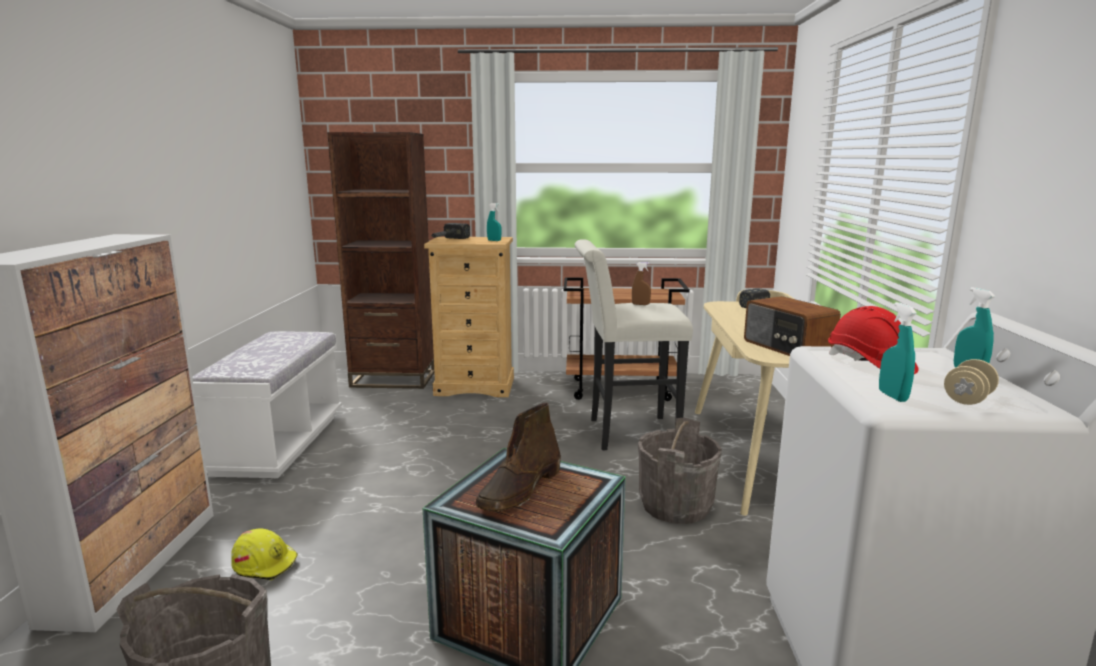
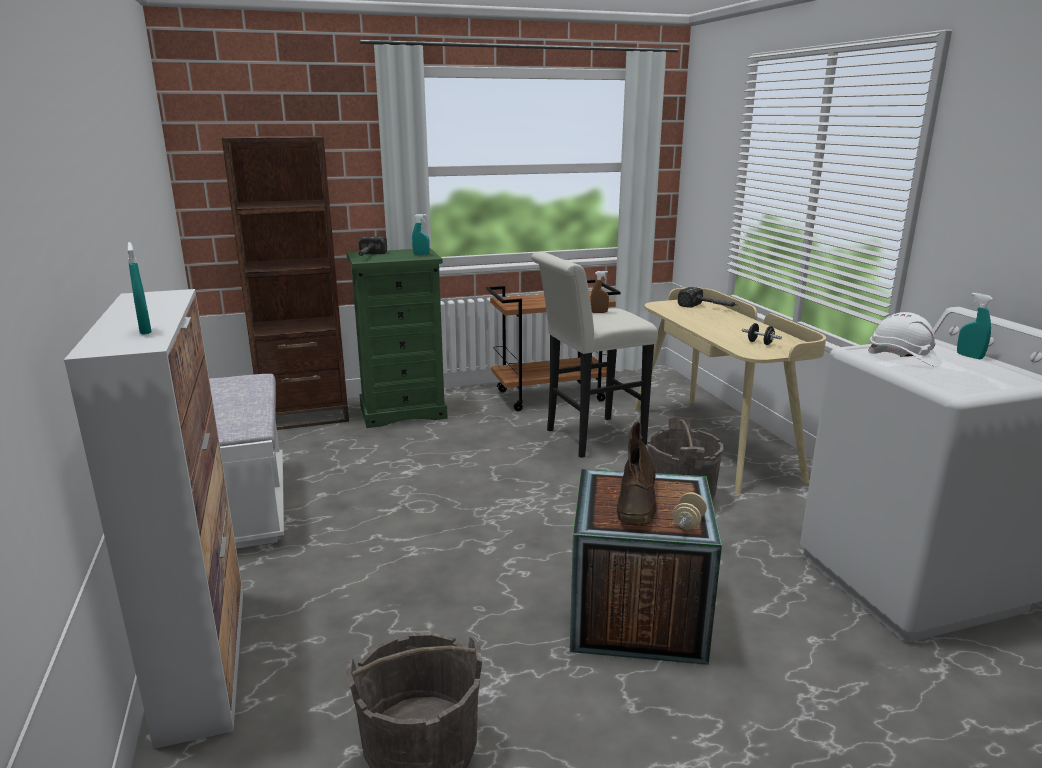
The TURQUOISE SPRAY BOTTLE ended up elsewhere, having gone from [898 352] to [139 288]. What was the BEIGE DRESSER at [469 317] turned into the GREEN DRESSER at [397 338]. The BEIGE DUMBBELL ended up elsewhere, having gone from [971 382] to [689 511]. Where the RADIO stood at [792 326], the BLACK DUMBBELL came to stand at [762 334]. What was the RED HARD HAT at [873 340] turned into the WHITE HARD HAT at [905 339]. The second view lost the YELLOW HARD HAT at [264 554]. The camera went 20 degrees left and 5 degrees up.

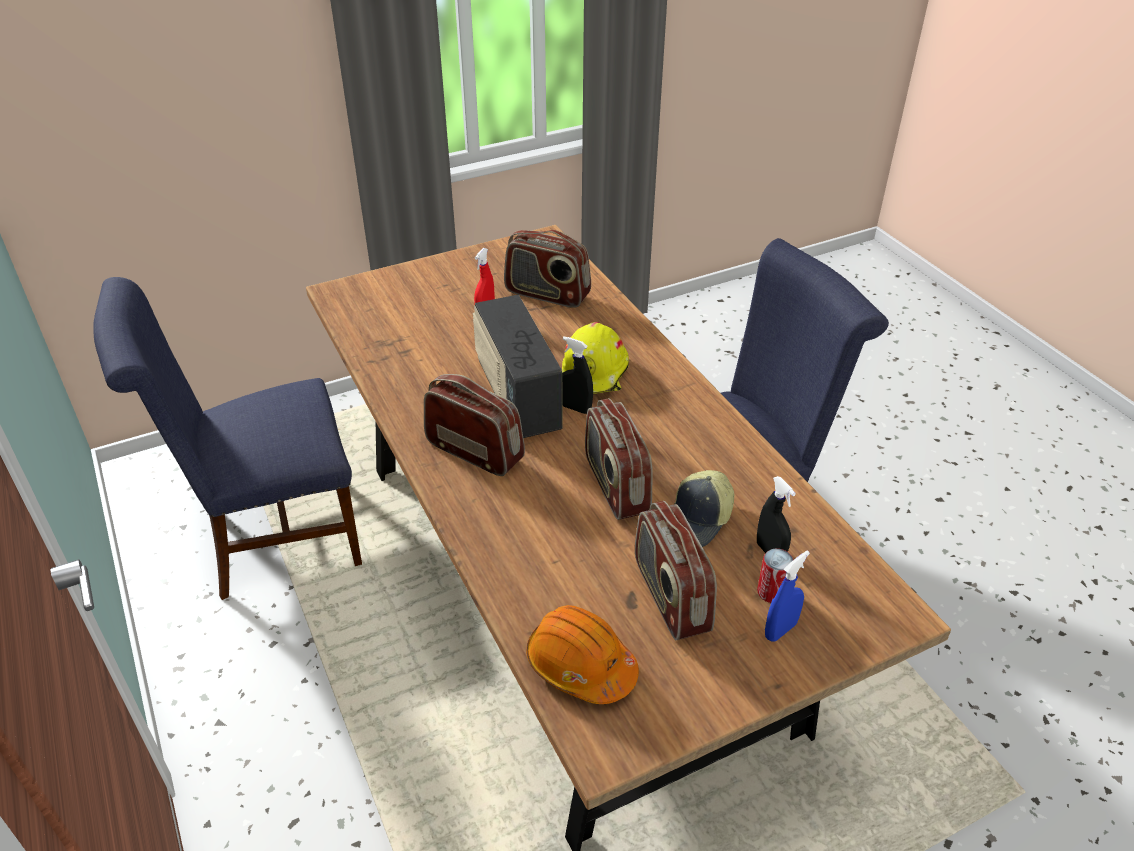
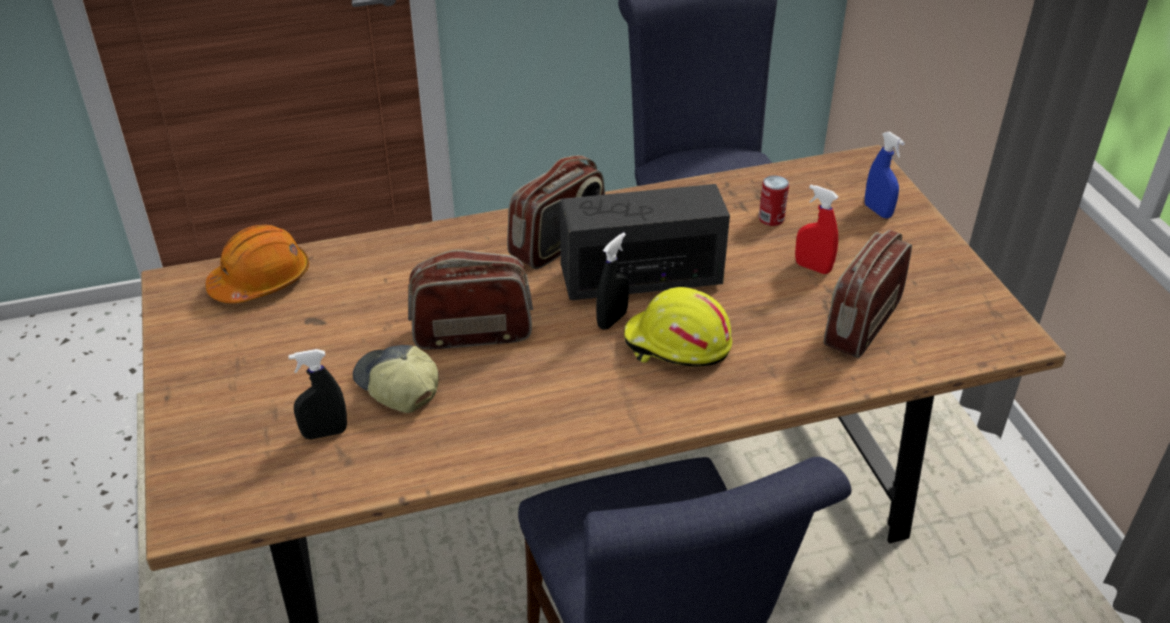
The CAN ended up elsewhere, having gone from [775 576] to [774 200]. The BLUE SPRAY BOTTLE ended up elsewhere, having gone from [787 596] to [885 174]. The second view lost the RADIO at [676 570]. The camera went 100 degrees right and 0 degrees up.

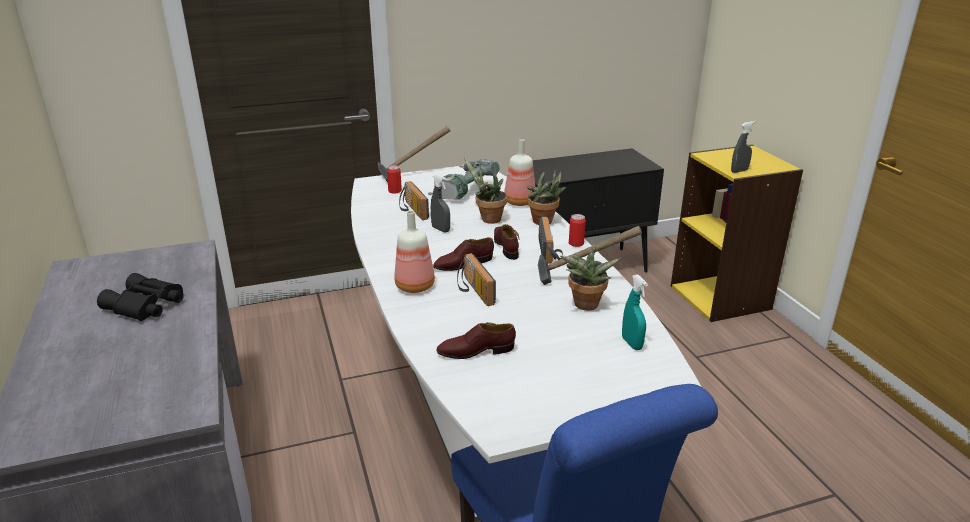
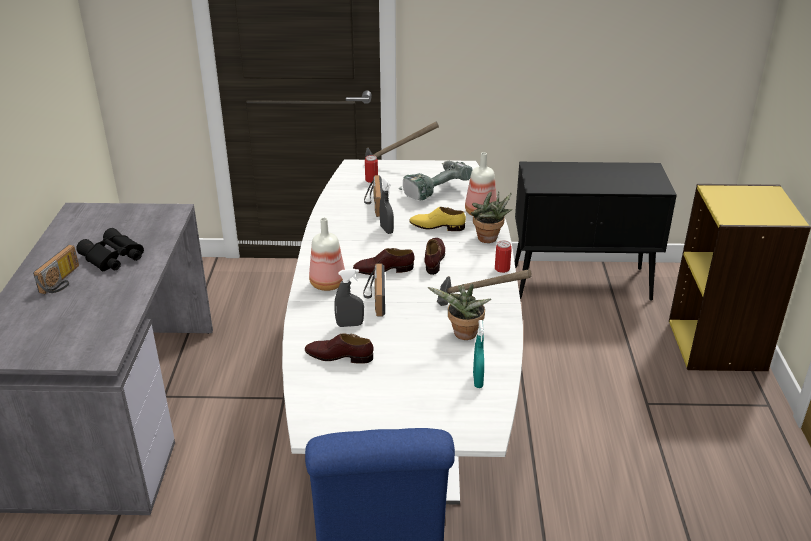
The RADIO ended up elsewhere, having gone from [551 240] to [56 269]. The GREY SPRAY BOTTLE ended up elsewhere, having gone from [743 147] to [349 298]. Where the POTTED PLANT stood at [485 190], the YELLOW SHOE came to stand at [437 219]. The camera went 20 degrees right and 5 degrees up.

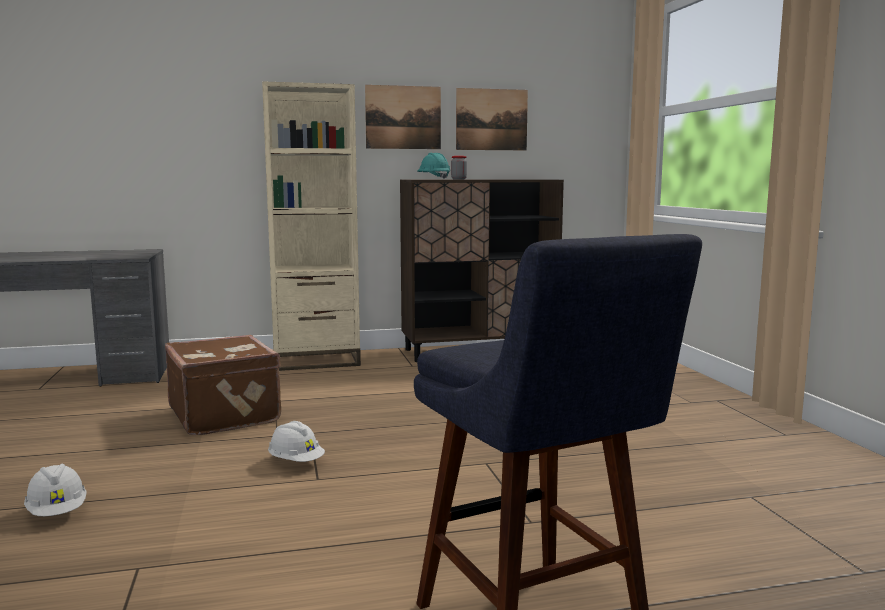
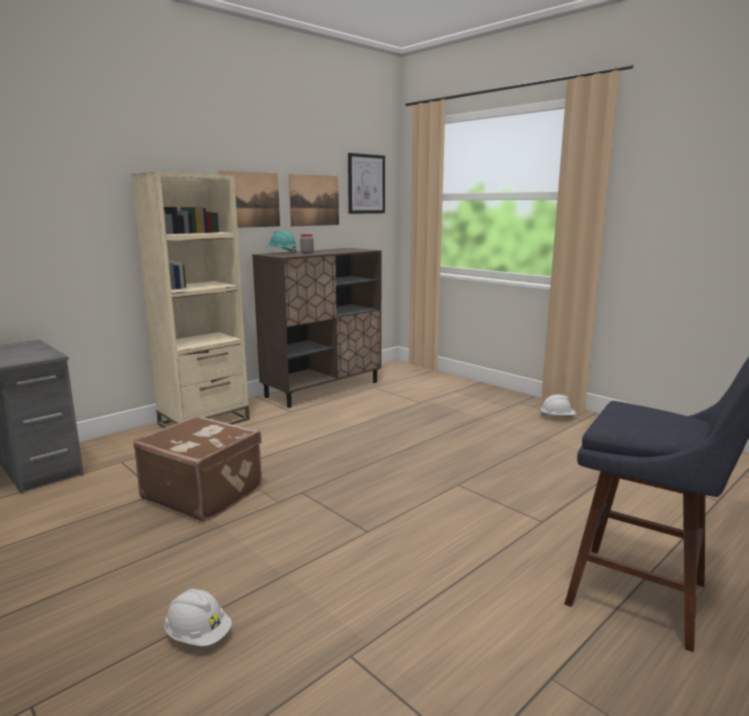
The second view gained the PICTURE at [366 183]. The WHITE HARD HAT ended up elsewhere, having gone from [296 441] to [558 406]. The camera went 30 degrees left and 5 degrees up.

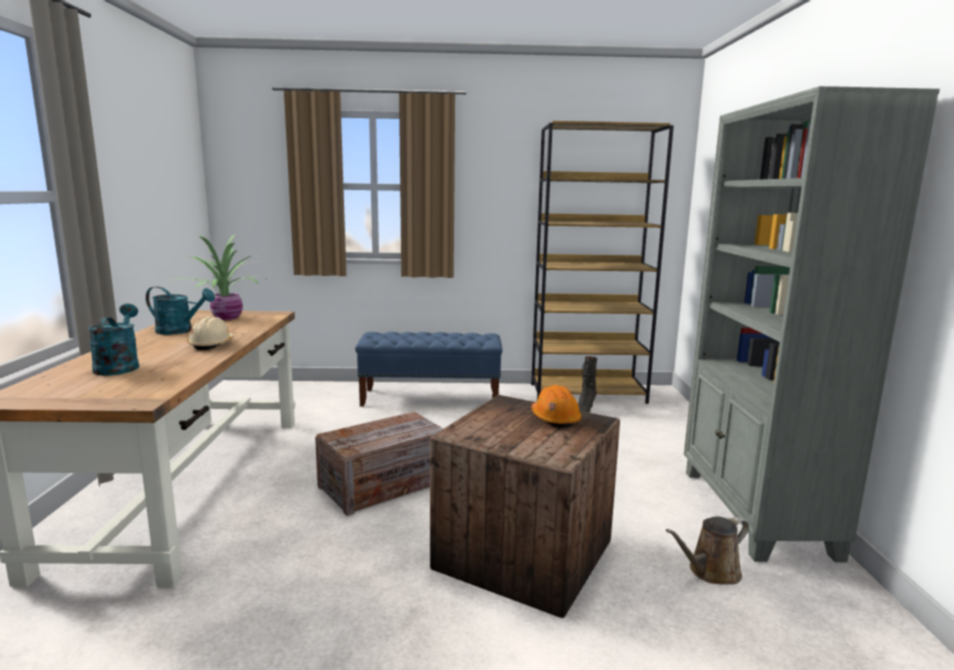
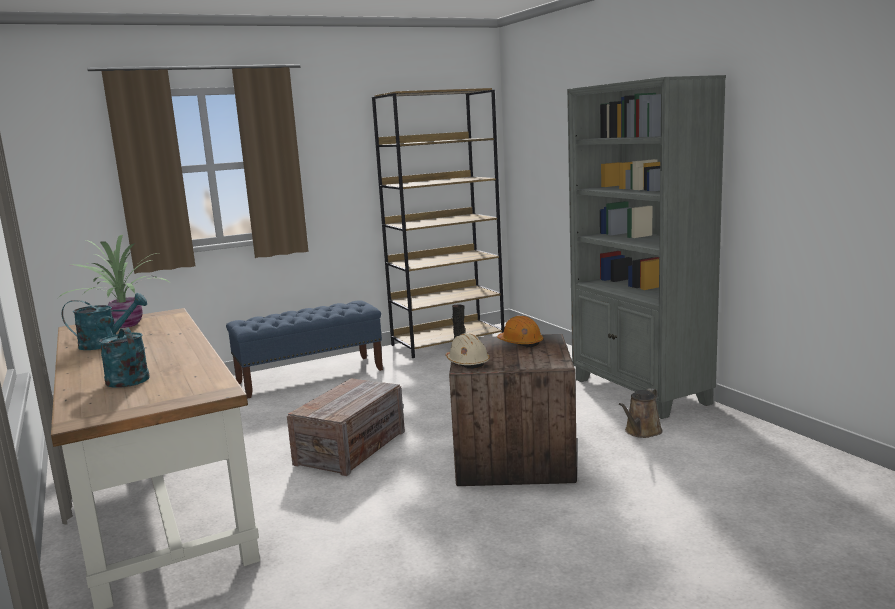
The BEIGE HARD HAT ended up elsewhere, having gone from [210 333] to [467 351]. The camera went 25 degrees left and 0 degrees up.

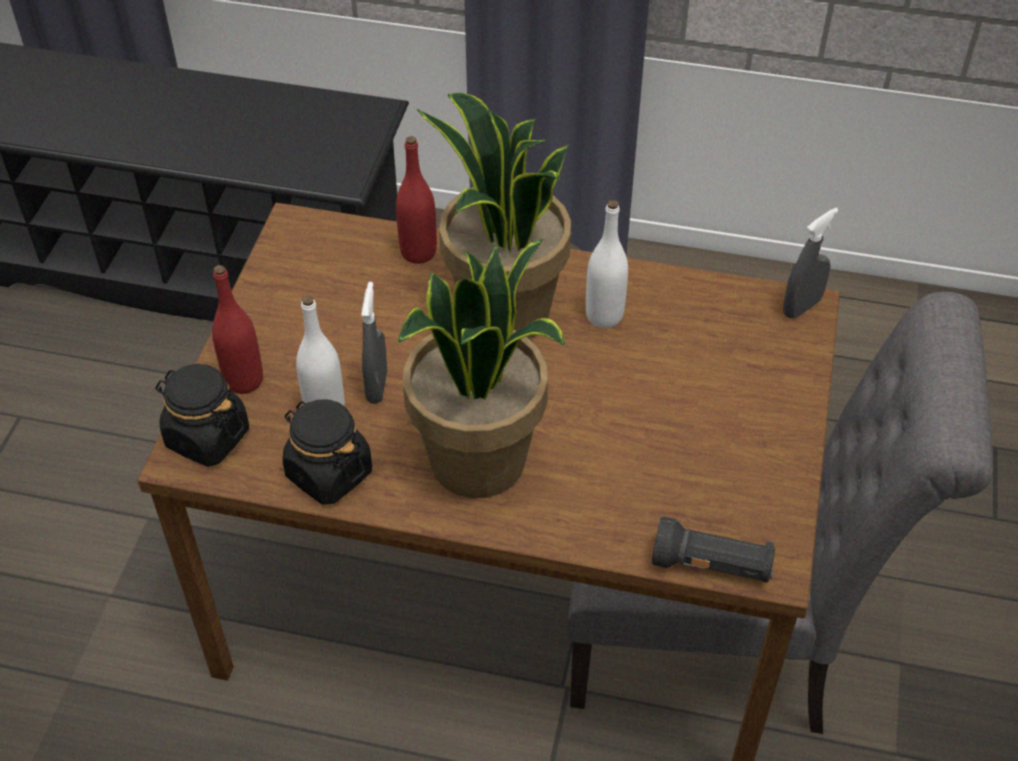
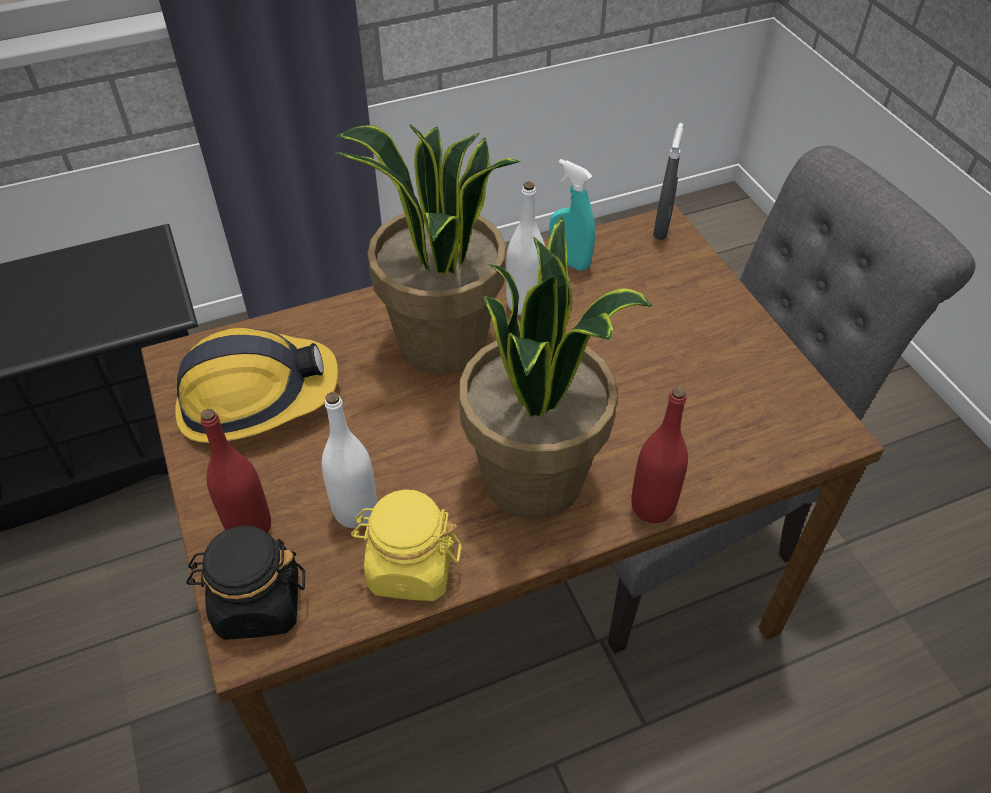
The second view gained the HARD HAT at [256 385]. What was the BLACK JAR at [327 452] turned into the YELLOW JAR at [406 545]. The second view gained the TURQUOISE SPRAY BOTTLE at [572 215]. The RED BOTTLE ended up elsewhere, having gone from [416 200] to [659 455]. The second view lost the GREY SPRAY BOTTLE at [374 343]. The second view lost the BLACK FLASHLIGHT at [713 550]. The camera went 35 degrees left and 0 degrees up.

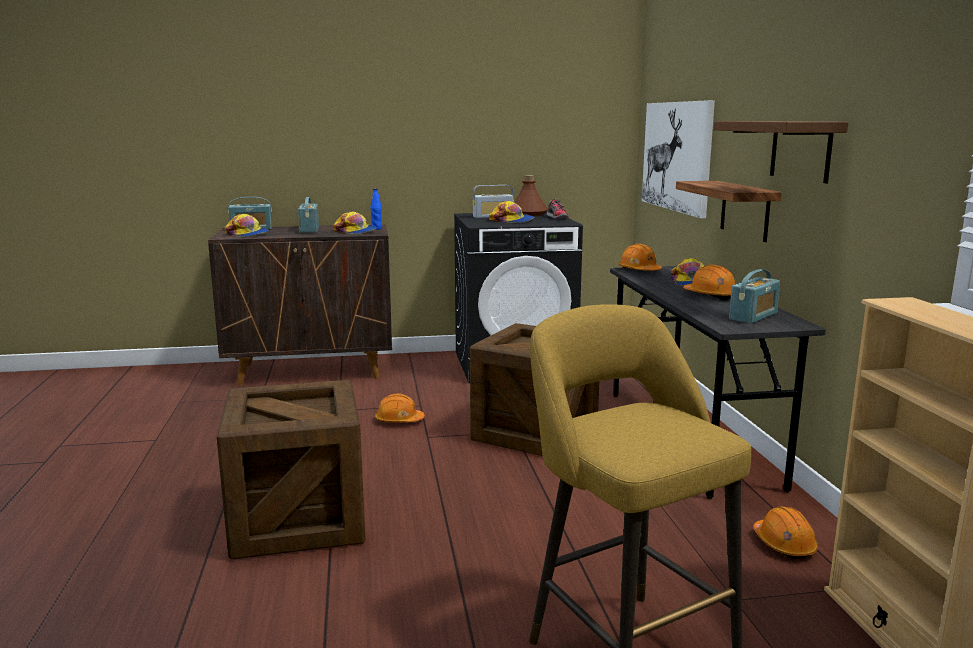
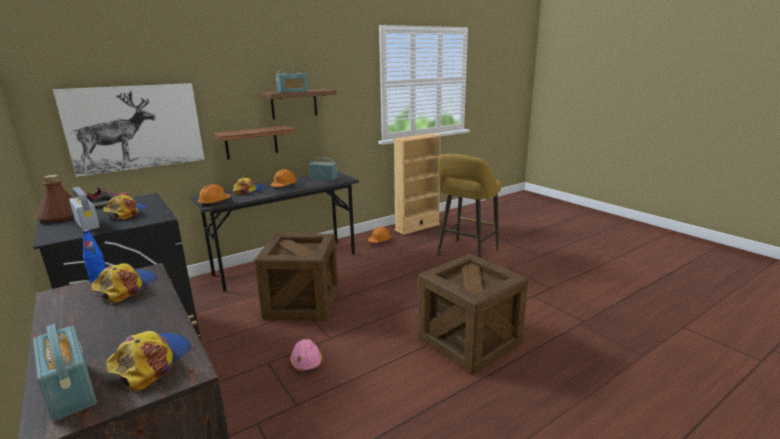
The RADIO ended up elsewhere, having gone from [308 215] to [292 80]. What was the ORANGE HARD HAT at [400 408] turned into the PINK HARD HAT at [306 355]. The camera went 115 degrees left and 5 degrees up.

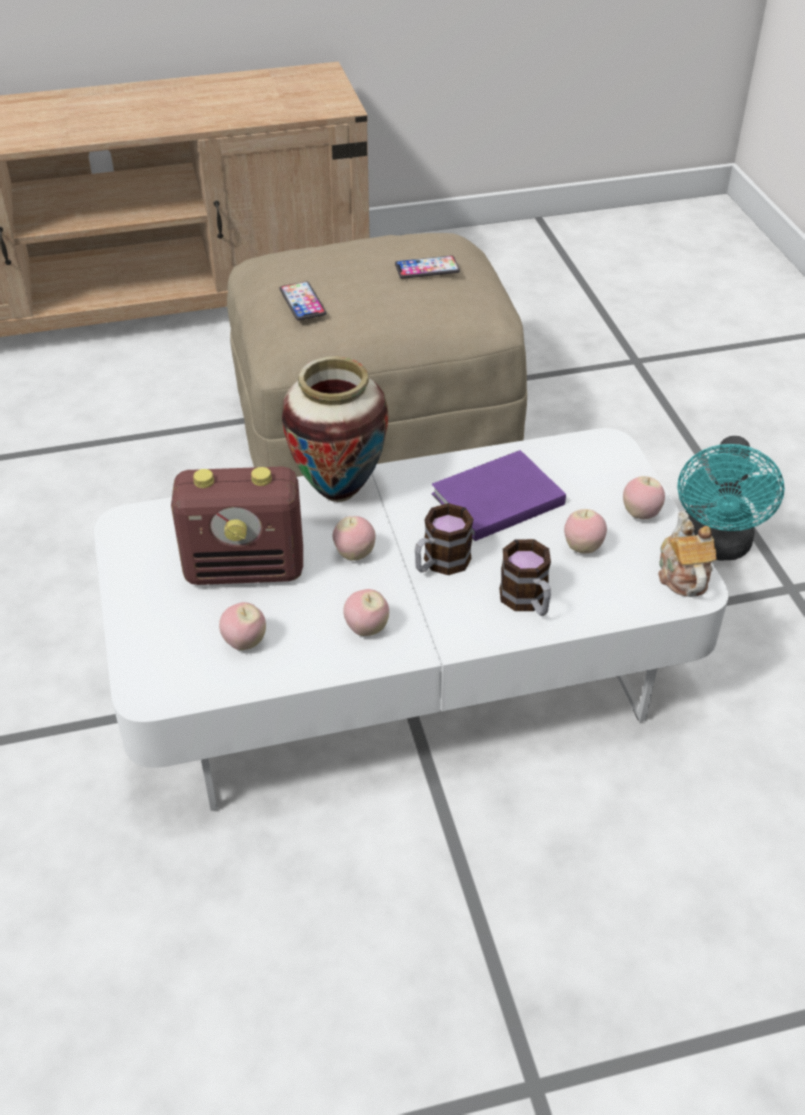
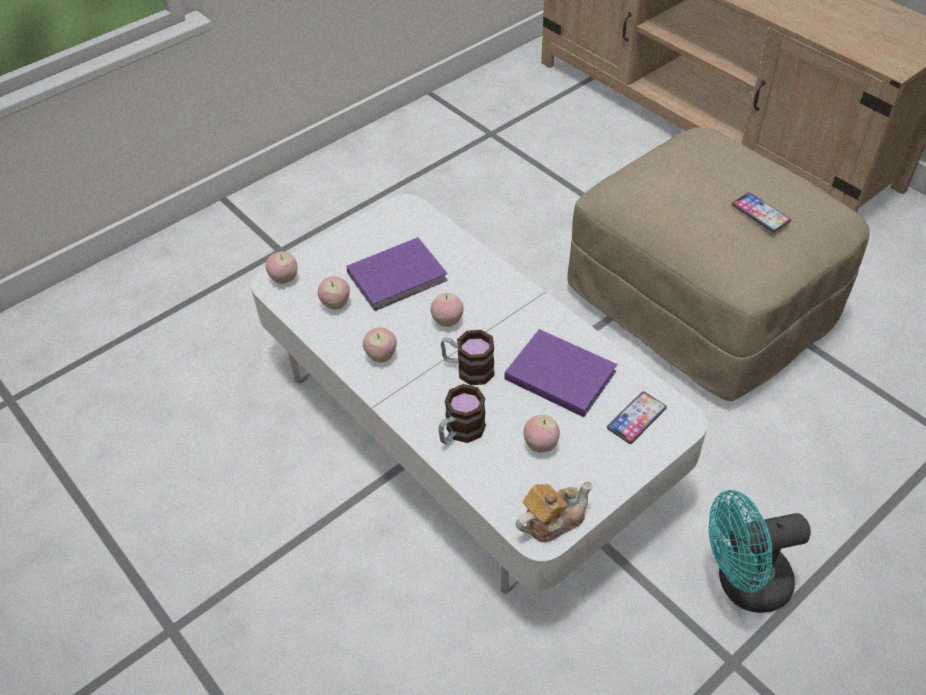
The APPLE ended up elsewhere, having gone from [644 497] to [282 267]. Where the RADIO stood at [237 525], the PURPLE BOOK came to stand at [397 274]. The PHONE ended up elsewhere, having gone from [302 301] to [637 418]. The second view lost the VASE at [335 429]. The camera went 65 degrees right and 5 degrees up.

